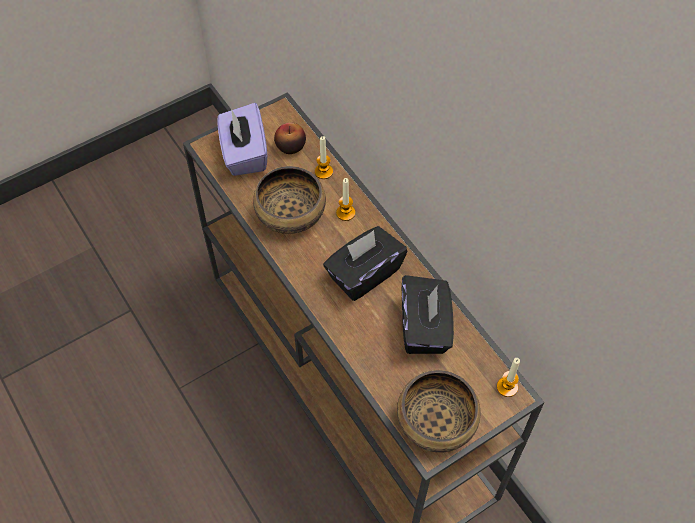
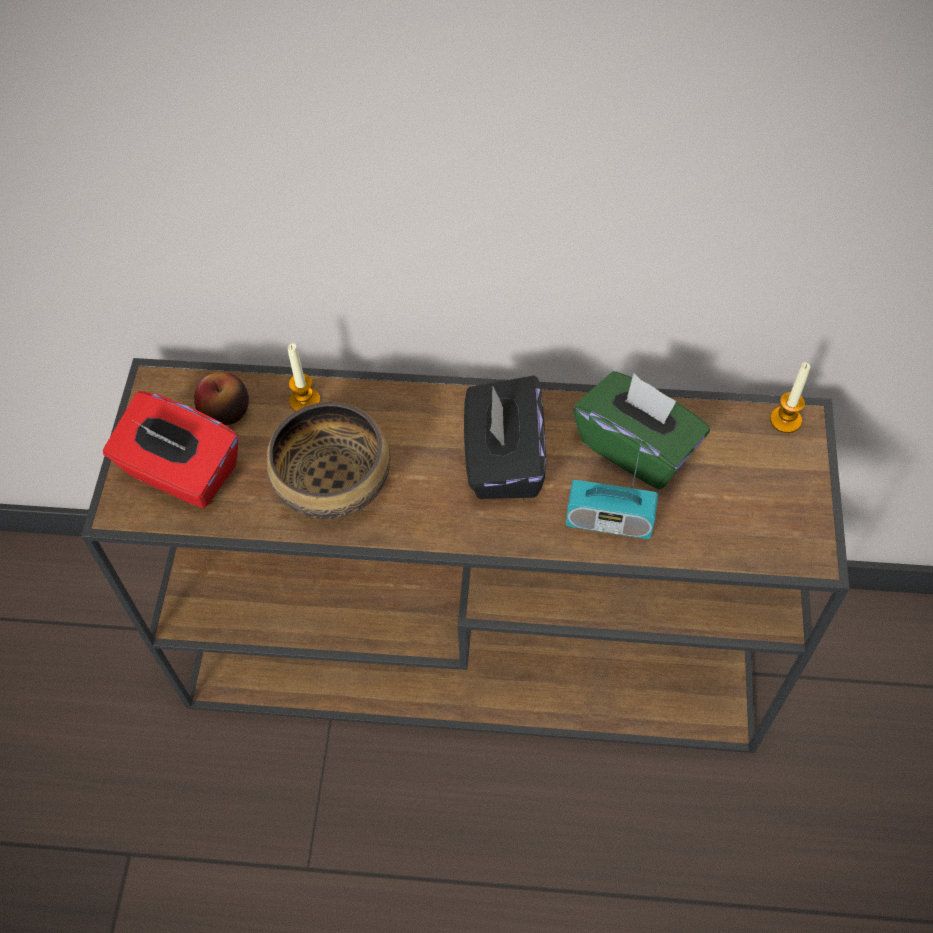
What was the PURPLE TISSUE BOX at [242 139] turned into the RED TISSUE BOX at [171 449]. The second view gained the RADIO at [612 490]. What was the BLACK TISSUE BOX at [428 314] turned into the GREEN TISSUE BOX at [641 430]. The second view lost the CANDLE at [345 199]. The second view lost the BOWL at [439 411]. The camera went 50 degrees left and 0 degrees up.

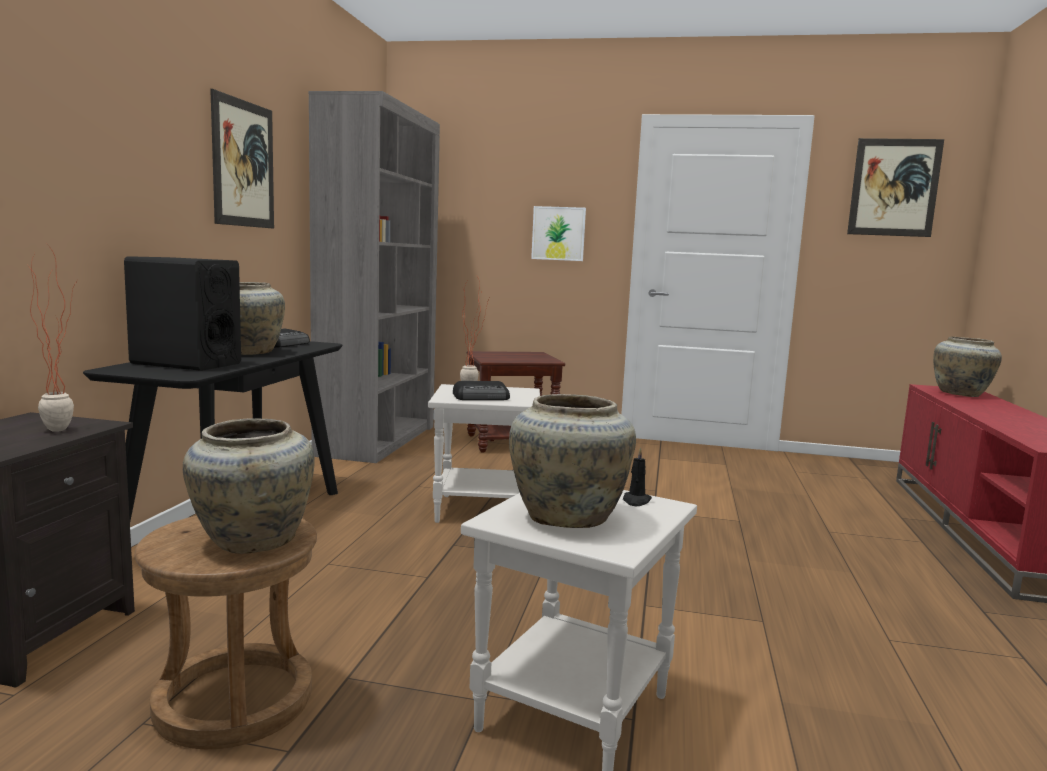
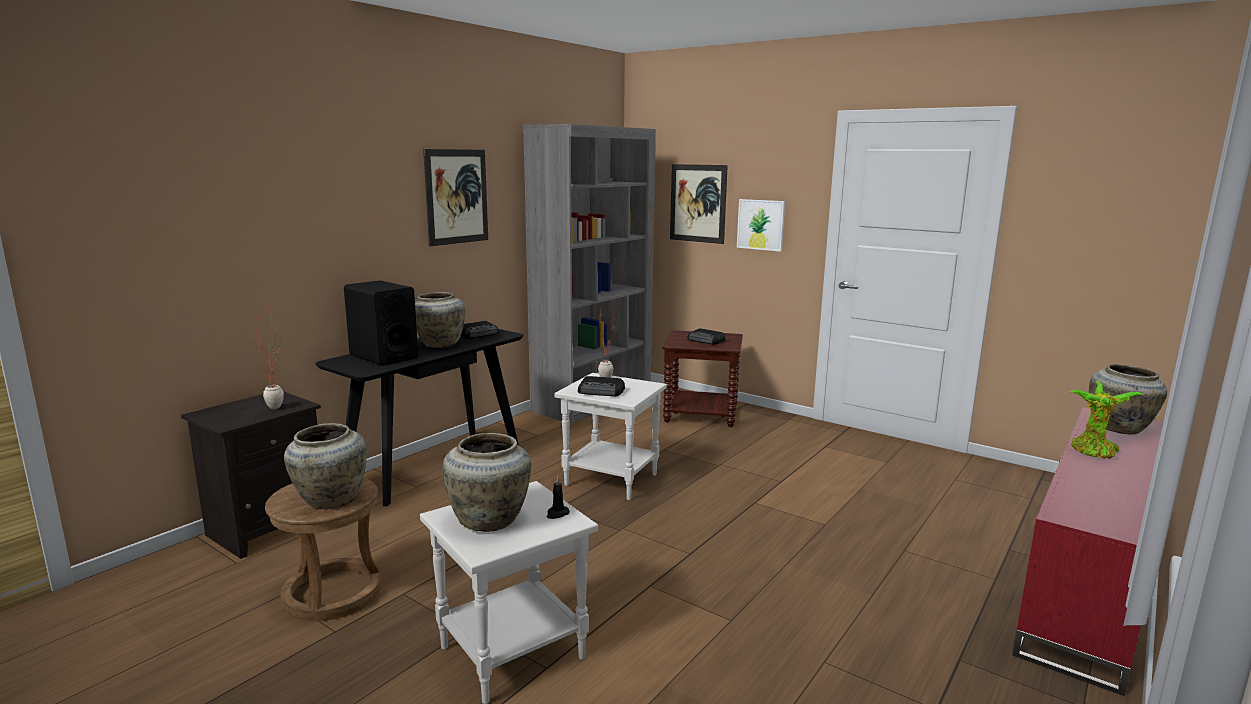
The PICTURE ended up elsewhere, having gone from [895 187] to [699 204]. The second view gained the RADIO at [706 336]. The second view gained the POTTED PLANT at [1107 420]. The camera went 25 degrees right and 5 degrees up.

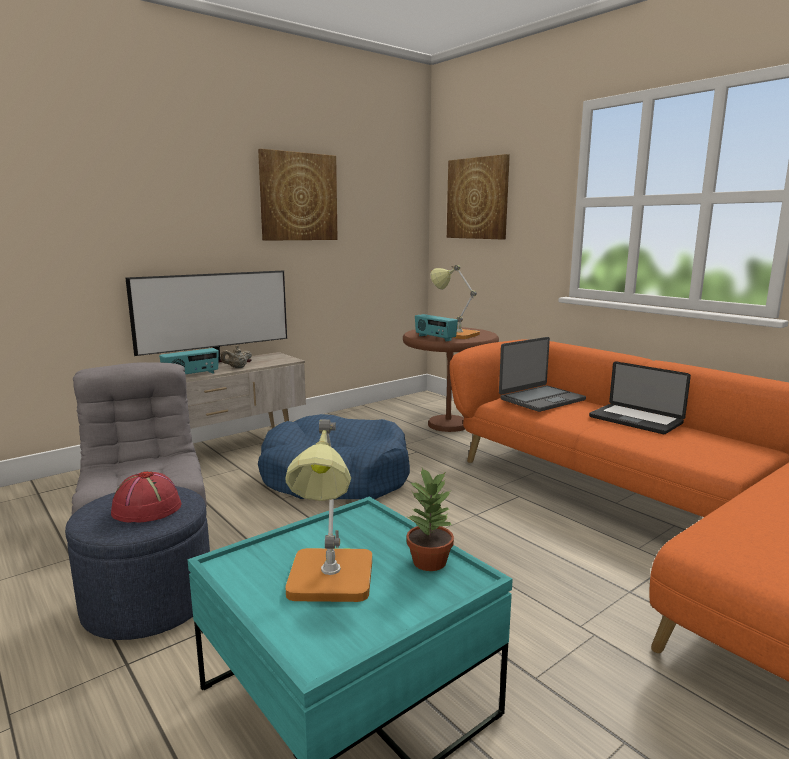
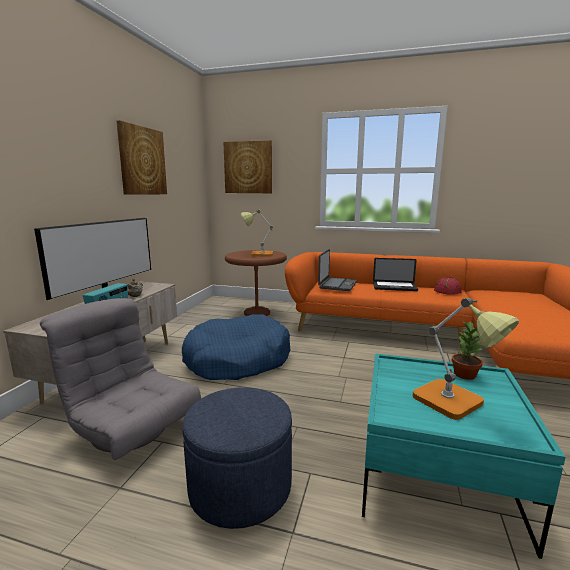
The RED HAT ended up elsewhere, having gone from [146 497] to [448 285]. The second view lost the RADIO at [436 328]. The camera went 35 degrees left and 0 degrees up.

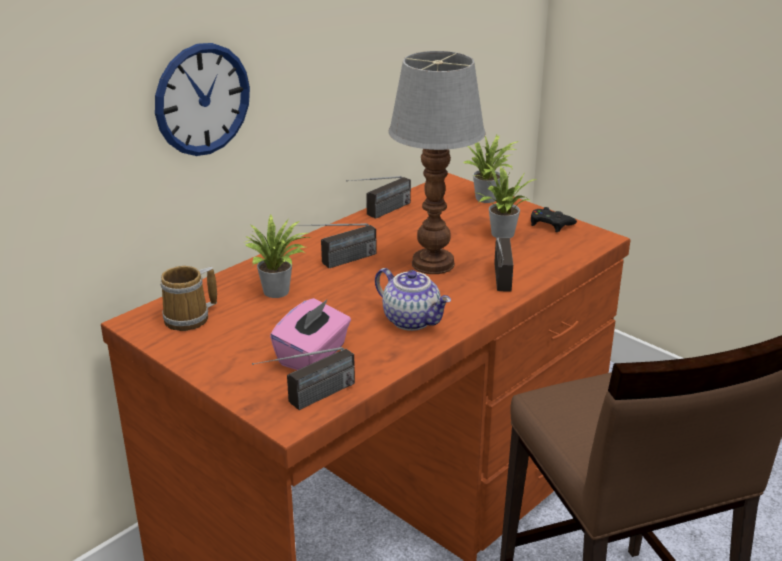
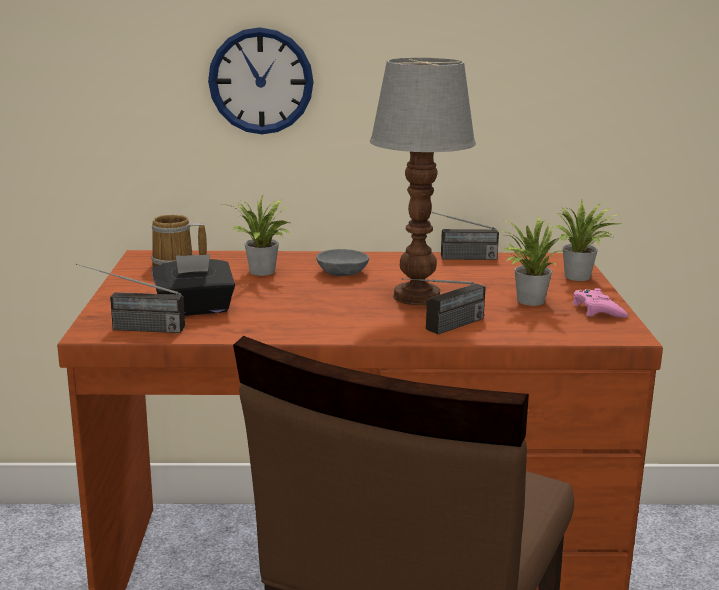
What was the PINK TISSUE BOX at [310 334] turned into the BLACK TISSUE BOX at [193 285]. Where the RADIO stood at [336 245], the GREY BOWL came to stand at [342 262]. What was the BLACK GAME CONTROLLER at [554 219] turned into the PINK GAME CONTROLLER at [600 303]. The second view lost the TEAPOT at [413 299]. The camera went 45 degrees right and 10 degrees down.

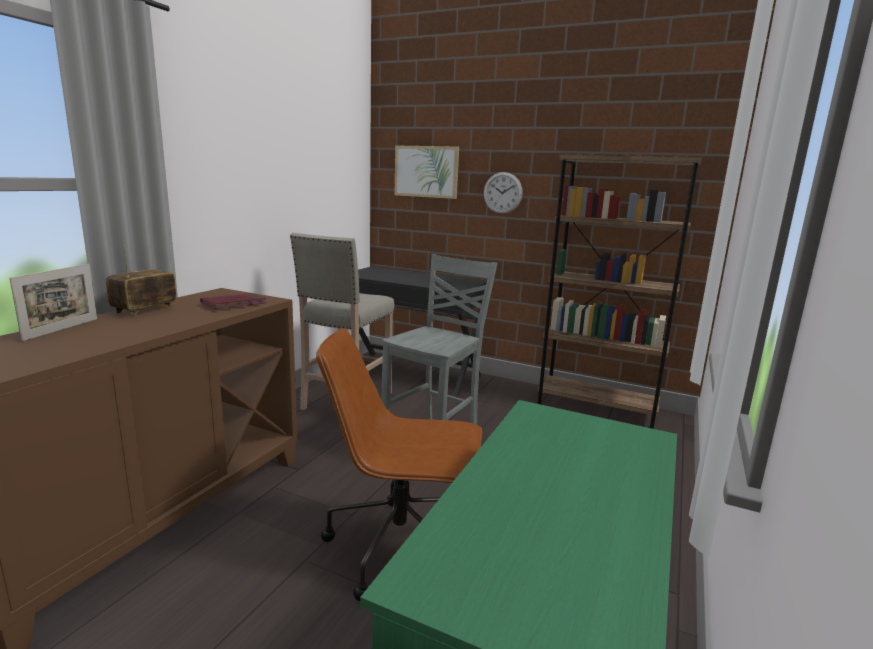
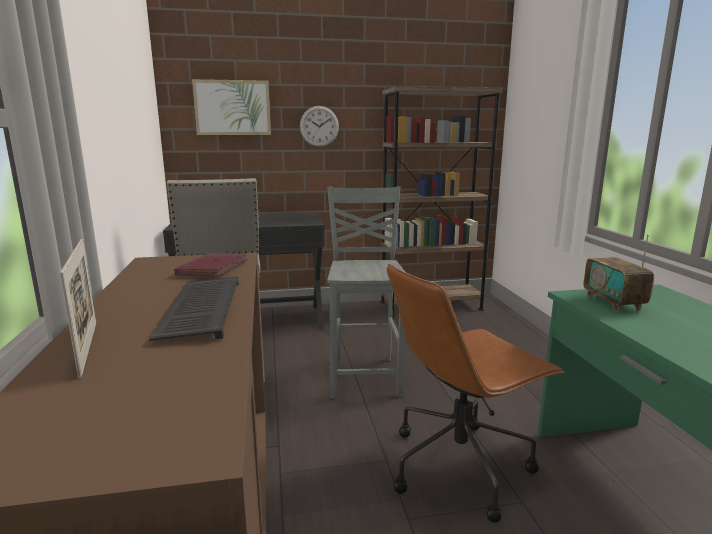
The second view gained the KEYBOARD at [194 308]. The RADIO ended up elsewhere, having gone from [141 281] to [619 273]. The camera went 35 degrees left and 0 degrees up.

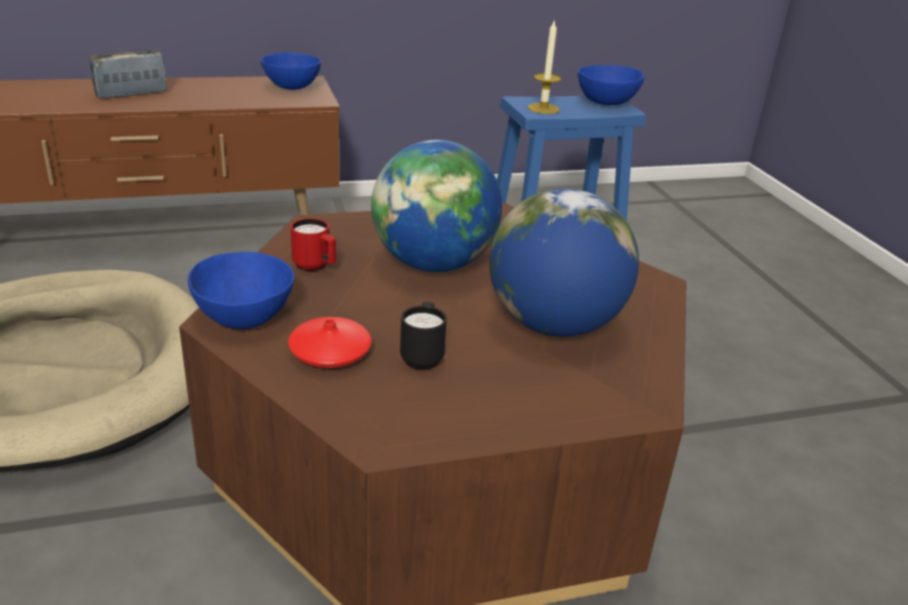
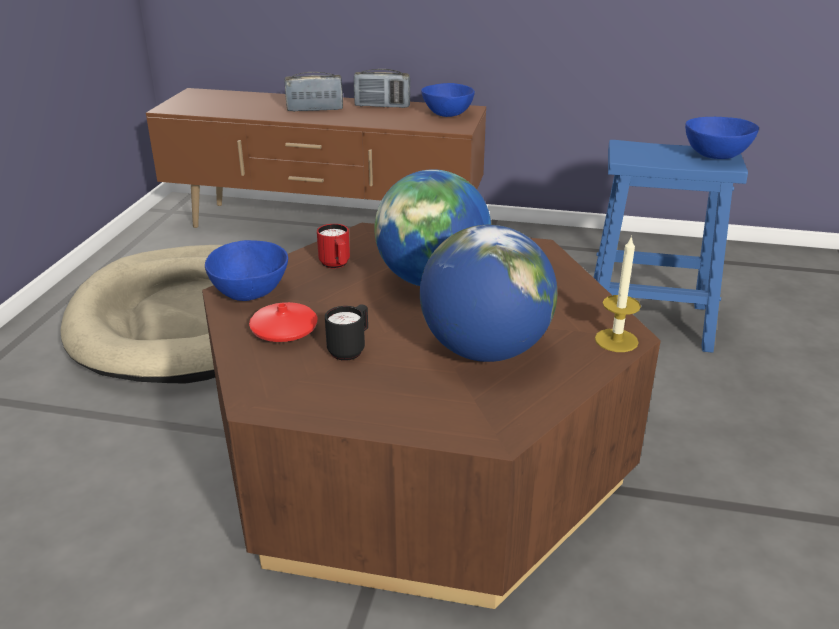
The second view gained the RADIO at [382 88]. The CANDLE ended up elsewhere, having gone from [544 66] to [618 293]. The camera went 30 degrees right and 0 degrees up.

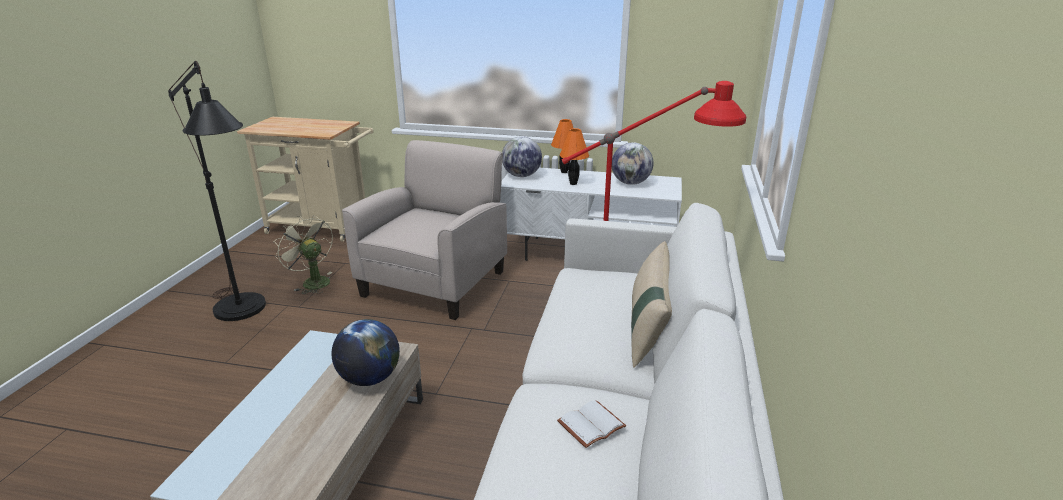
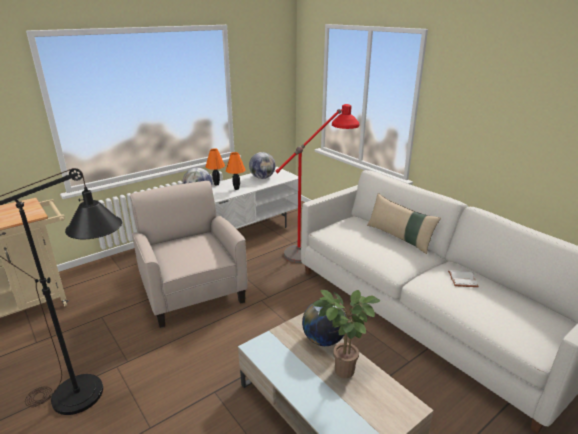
The second view gained the POTTED PLANT at [347 334]. The second view lost the BEIGE FAN at [303 254]. The camera went 50 degrees left and 0 degrees up.

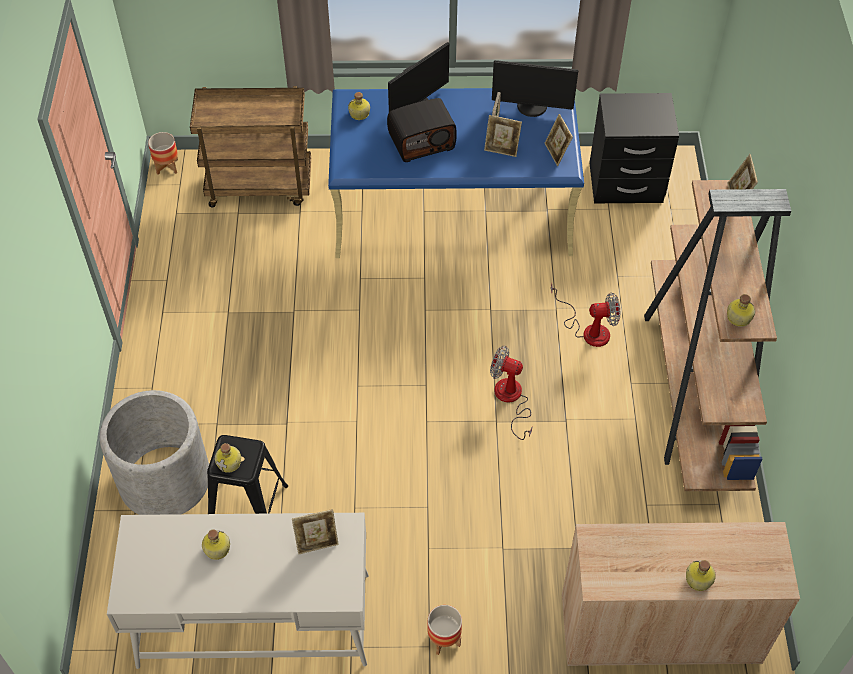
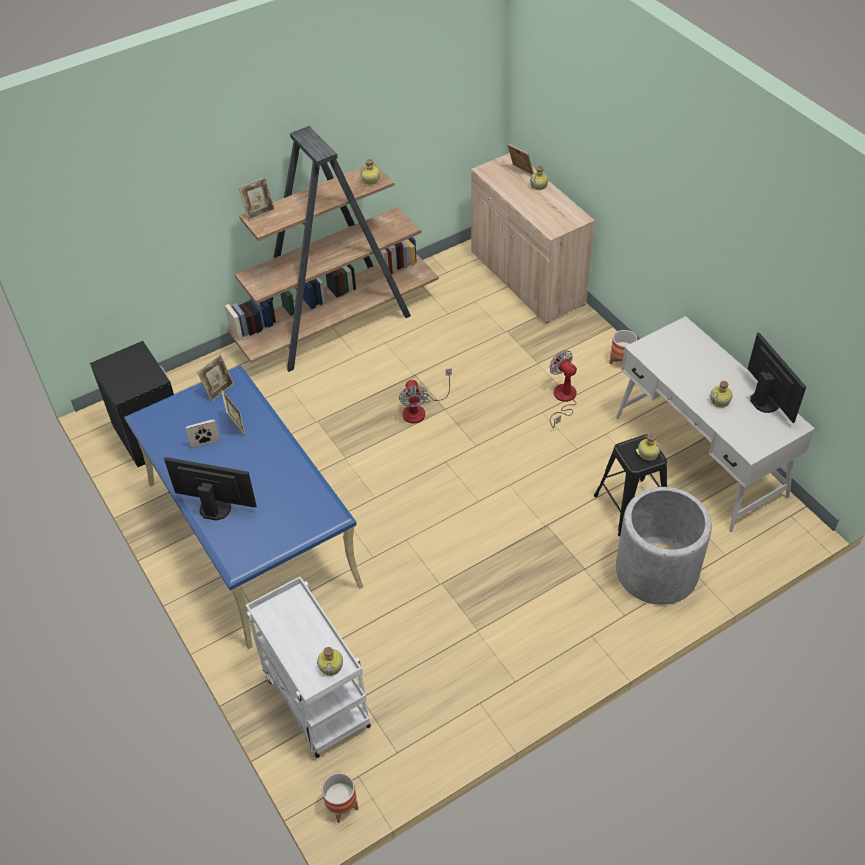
What was the BROWN CART at [250 146] turned into the WHITE CART at [308 667]. The BOTTLE ended up elsewhere, having gone from [359 106] to [330 661]. The PICTURE FRAME ended up elsewhere, having gone from [315 532] to [520 159]. The FAN ended up elsewhere, having gone from [585 314] to [563 389]. The MONITOR ended up elsewhere, having gone from [535 88] to [777 377]. The second view lost the RADIO at [422 130]. The camera went 120 degrees left and 5 degrees down.

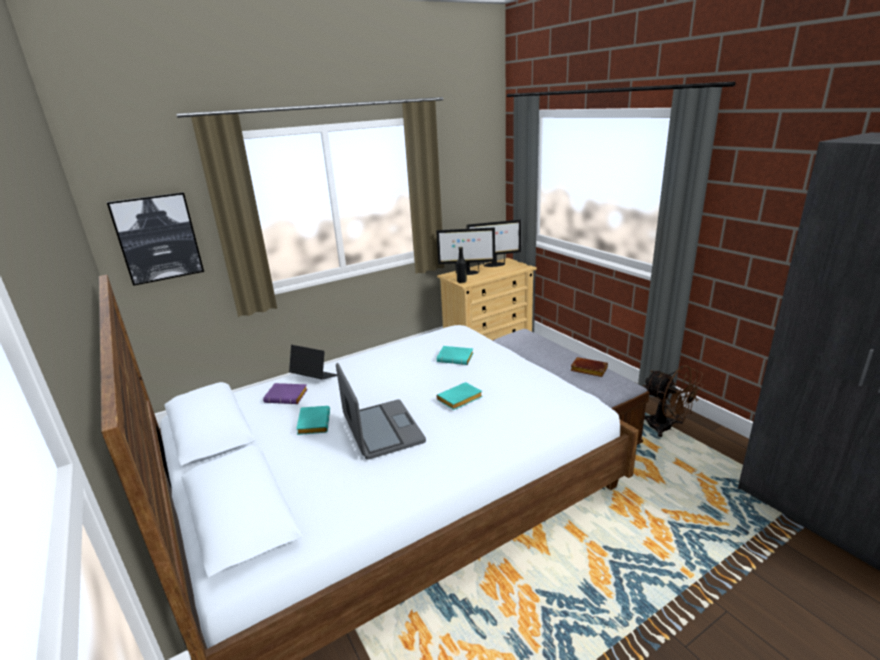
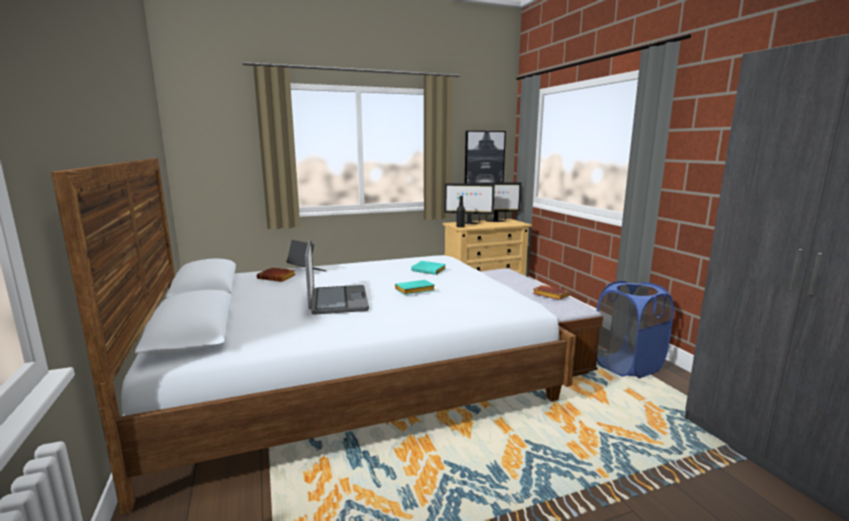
What was the PURPLE BOOK at [285 393] turned into the BROWN BOOK at [276 274]. The PICTURE ended up elsewhere, having gone from [155 239] to [485 157]. Where the BROWN FAN stood at [673 401], the BLUE LAUNDRY BASKET came to stand at [635 329]. The second view lost the TURQUOISE BOOK at [313 420]. The camera went 10 degrees right and 10 degrees down.

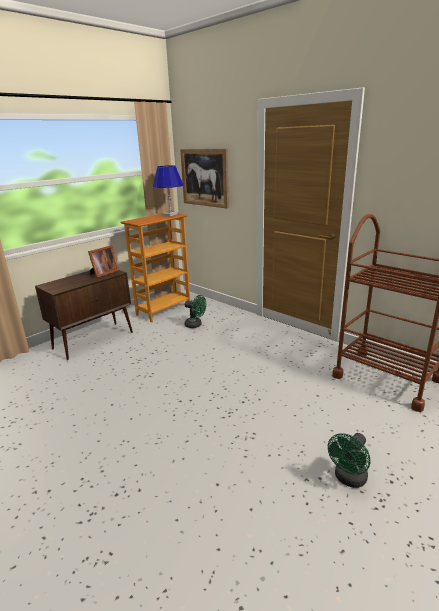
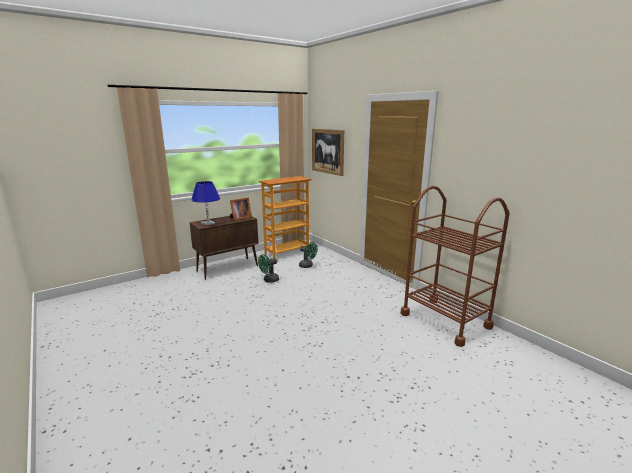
The BLUE TABLE LAMP ended up elsewhere, having gone from [168 190] to [205 203]. The GREEN FAN ended up elsewhere, having gone from [349 460] to [268 268]. The camera went 10 degrees right and 5 degrees down.

